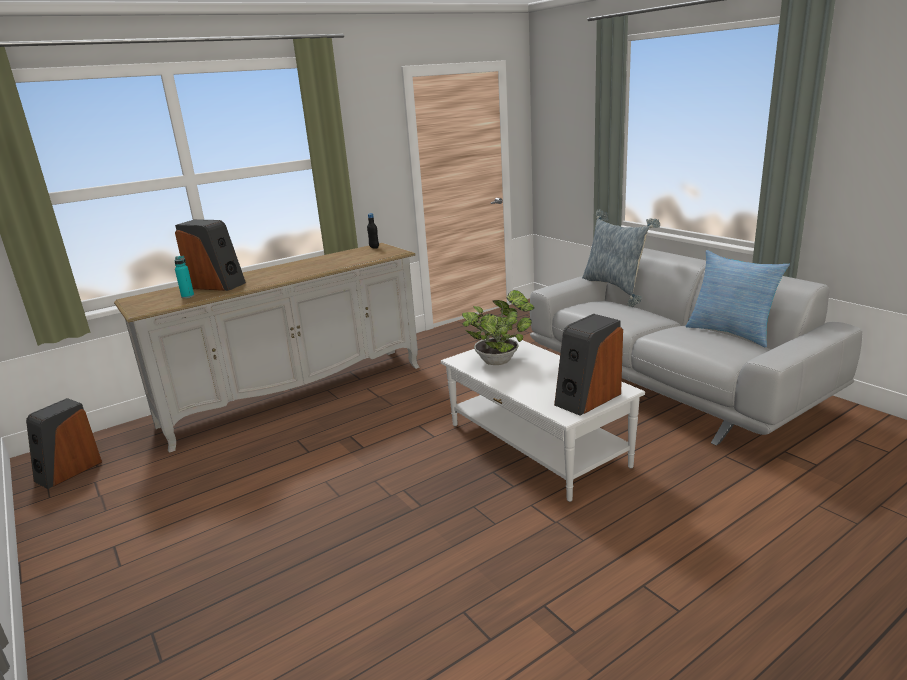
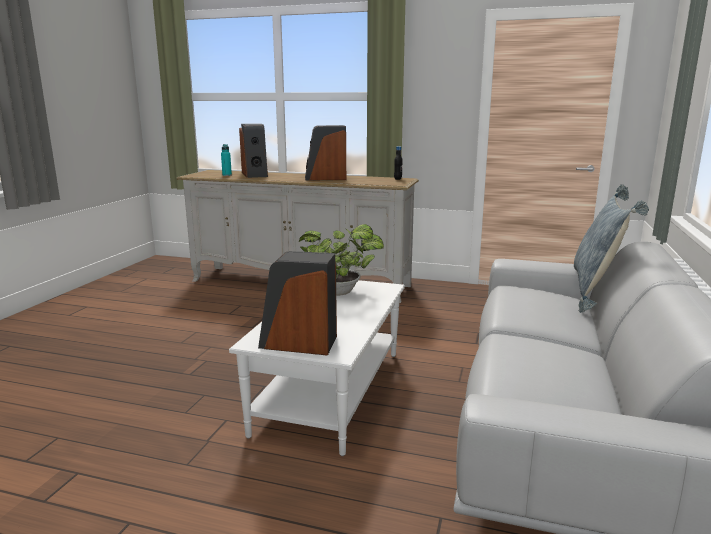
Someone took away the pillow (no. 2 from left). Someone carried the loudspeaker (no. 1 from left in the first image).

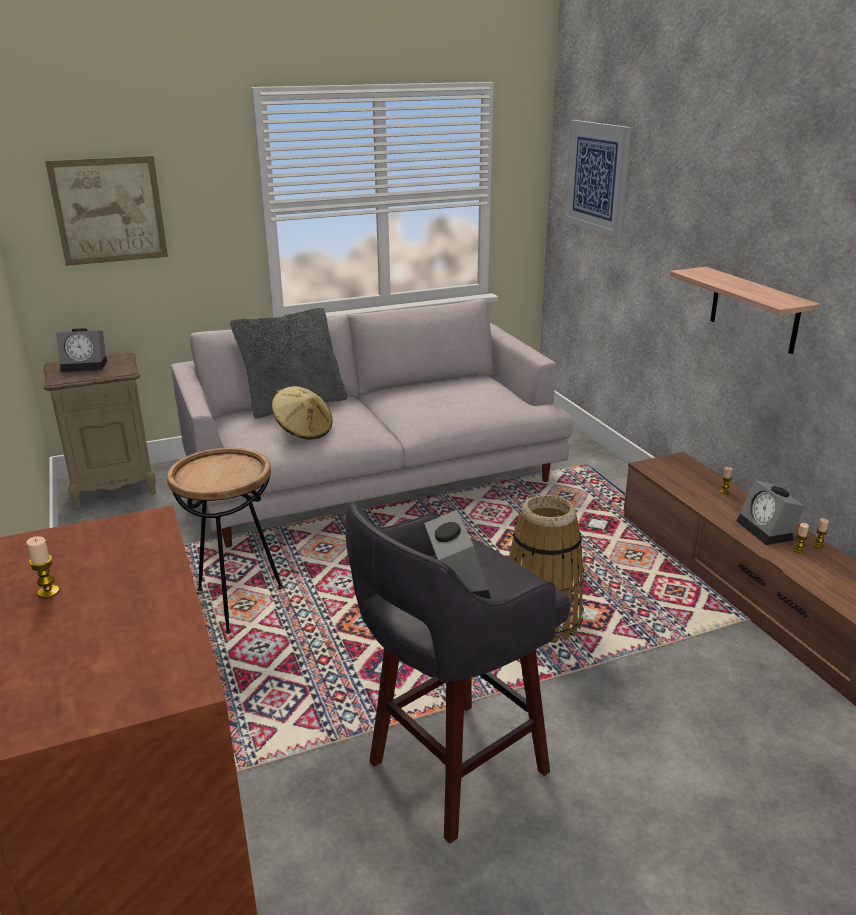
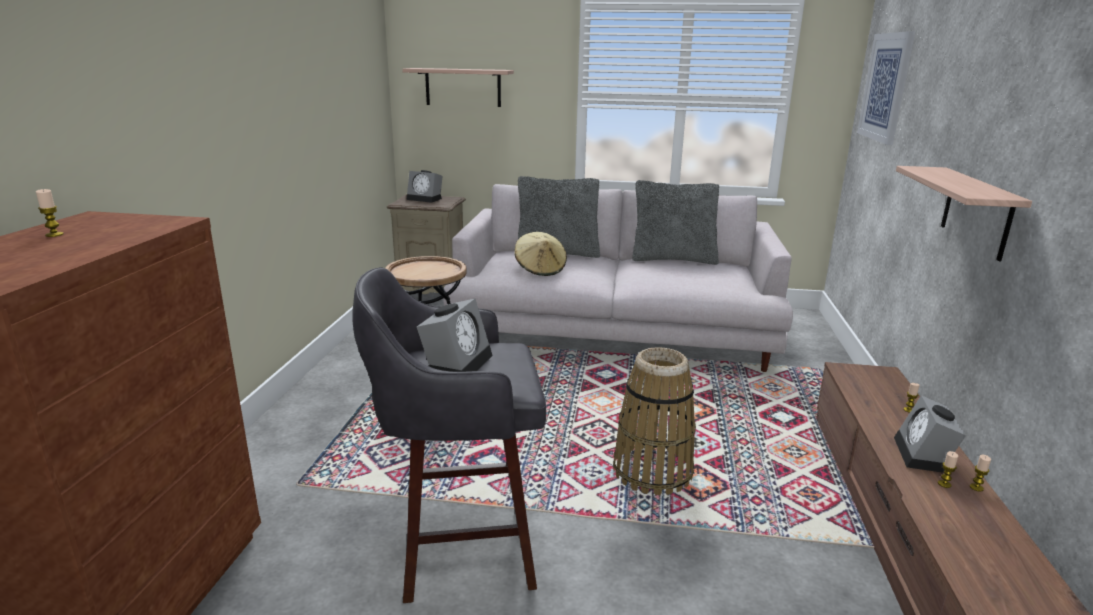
Someone swapped the wall art (no. 1 from left) for the shelf (no. 1 from left). Someone put down the gray pillow (no. 2 from left).

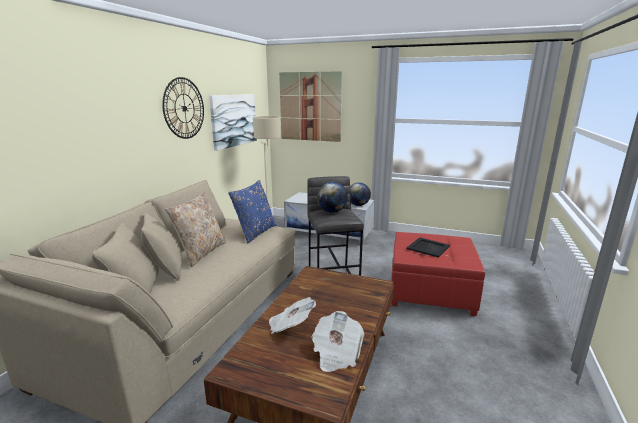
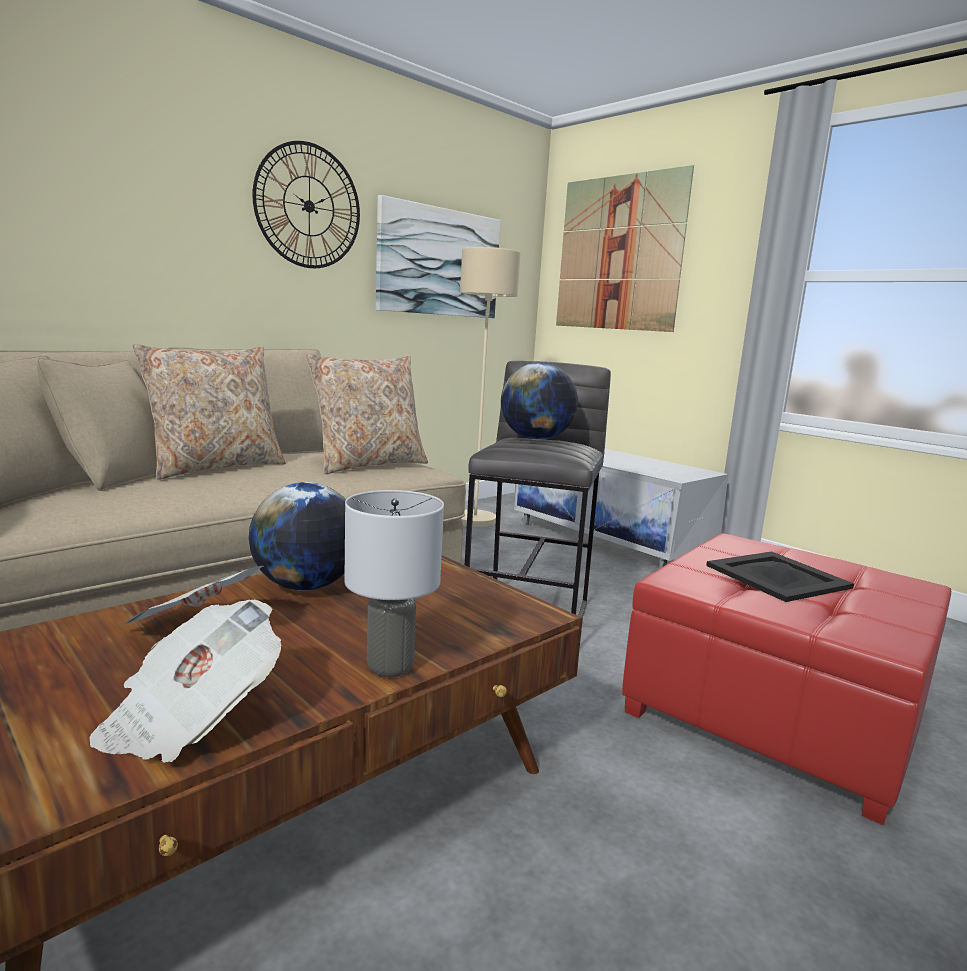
Someone repainted the blue pillow, which became the beige-coloured pillow (no. 2 from left). Someone carried the globe (no. 2 from left in the first image). Someone put down the white table lamp.

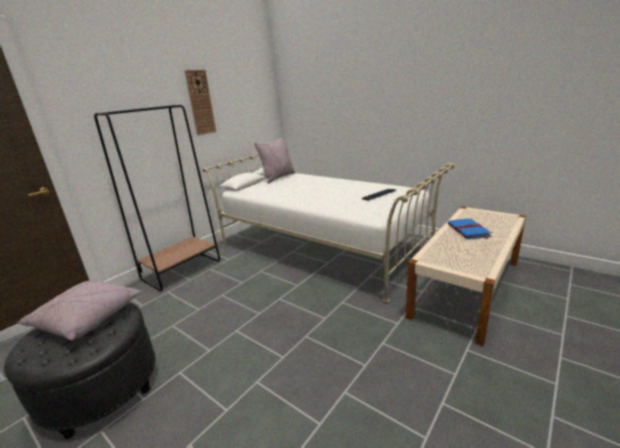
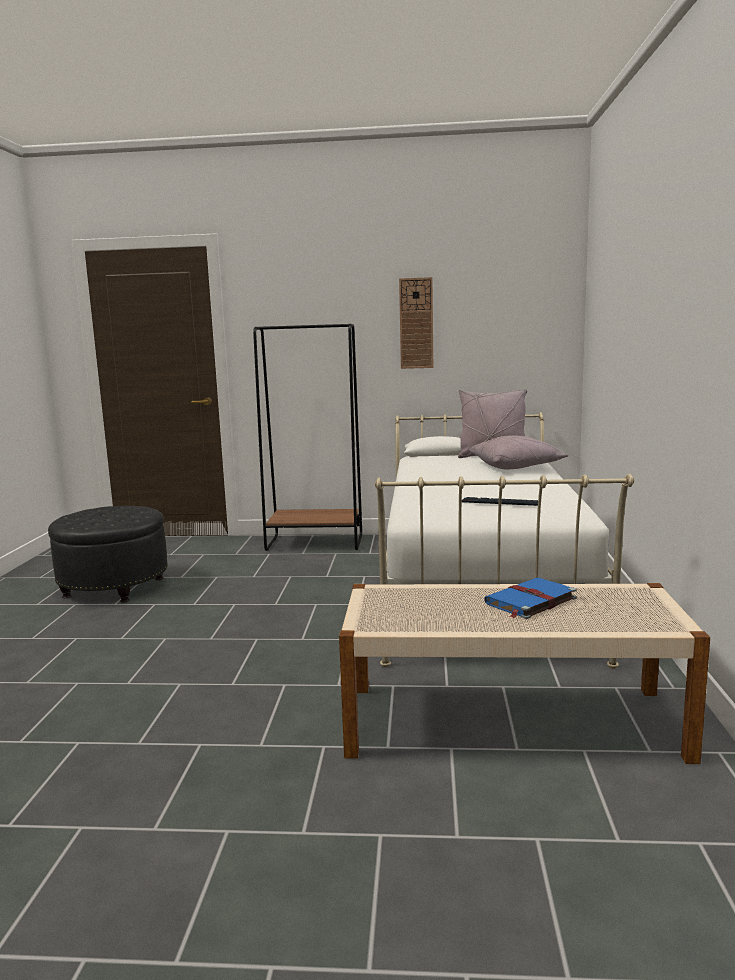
Someone carried the purplish pillow (no. 1 from left in the first image).

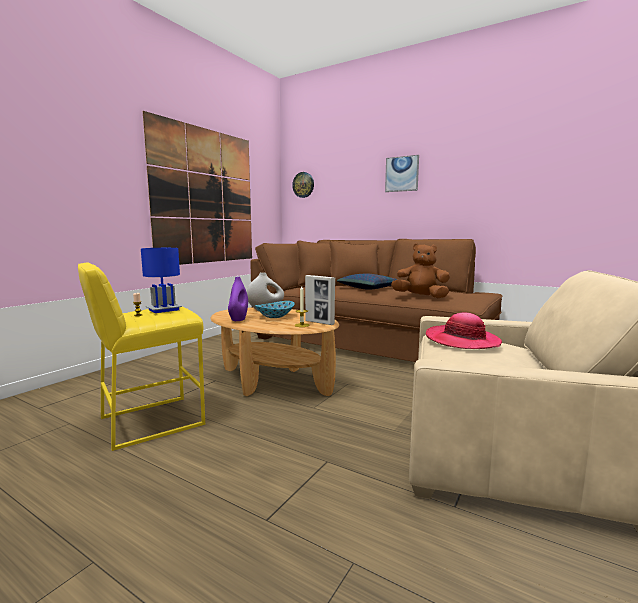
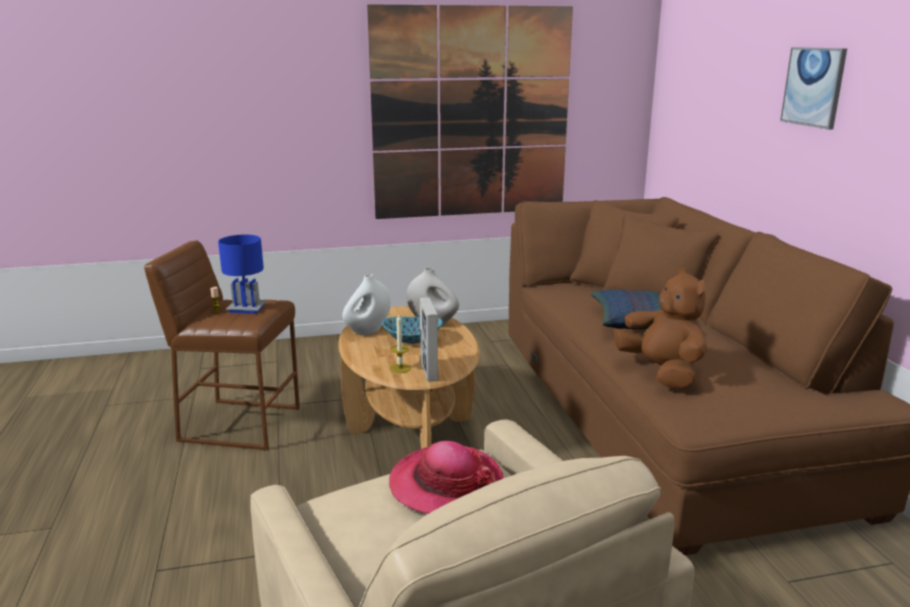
Someone took away the hanging clock. Someone repainted the yellow-coloured stool seat, which became the brown-coloured stool seat. Someone repainted the purplish decorative vase, which became the white decorative vase (no. 1 from left).

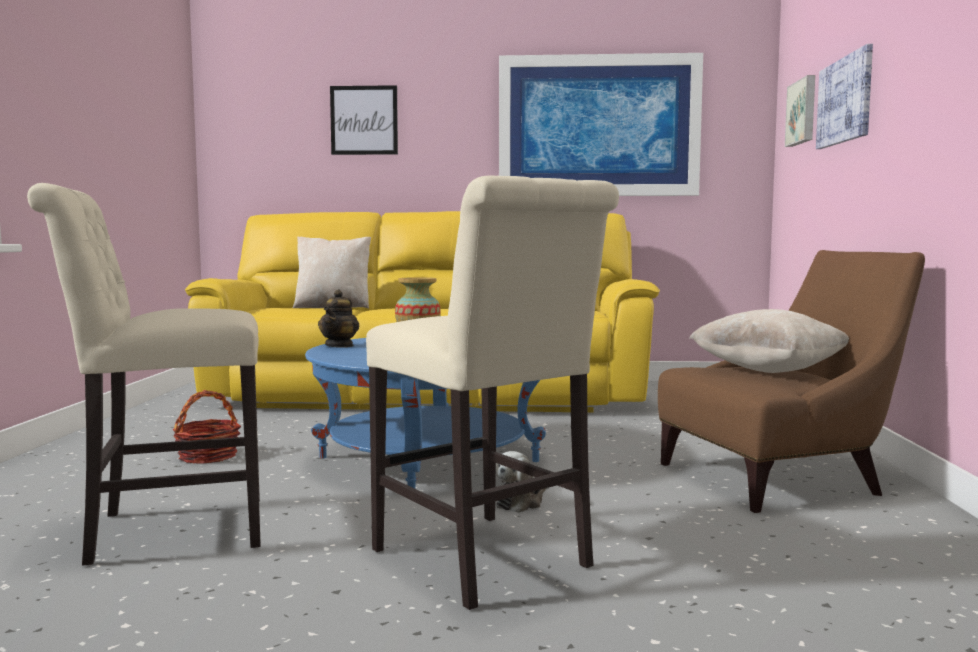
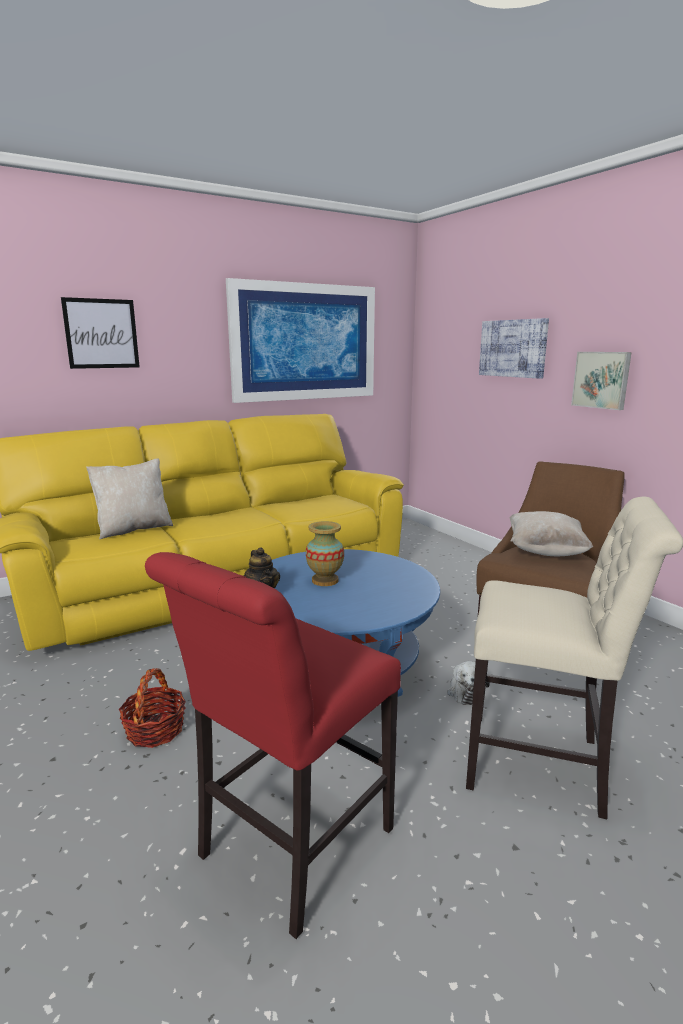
Someone carried the wall art (no. 3 from left in the first image). Someone repainted the beige-coloured stool seat (no. 1 from left), which became the red stool seat.

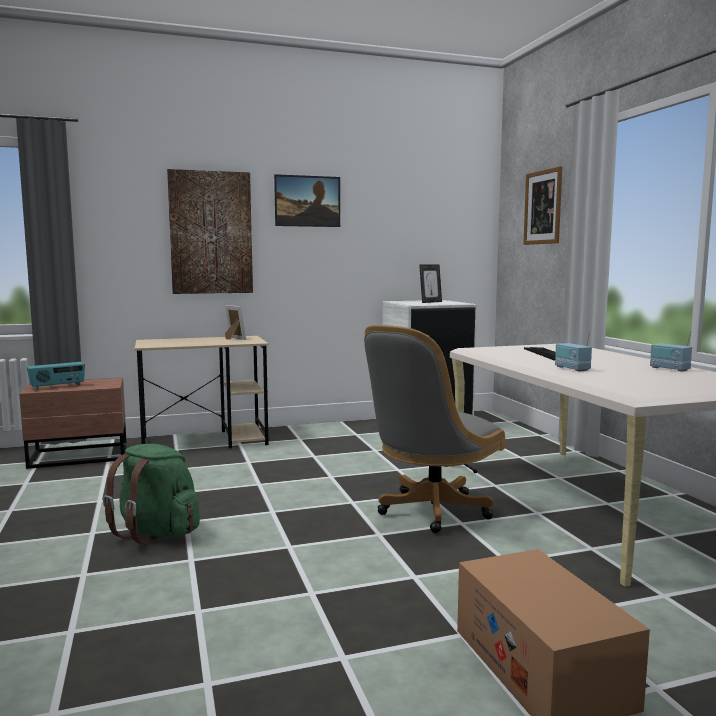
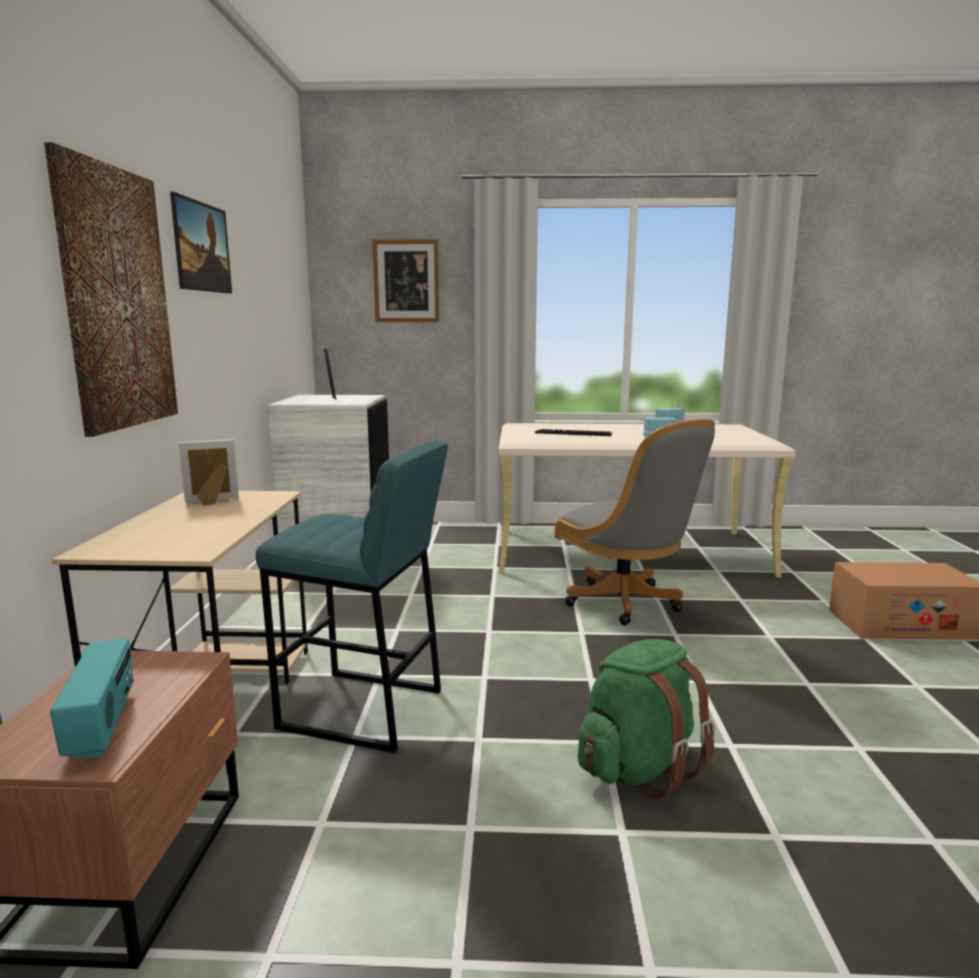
Someone put down the turquoise stool seat.

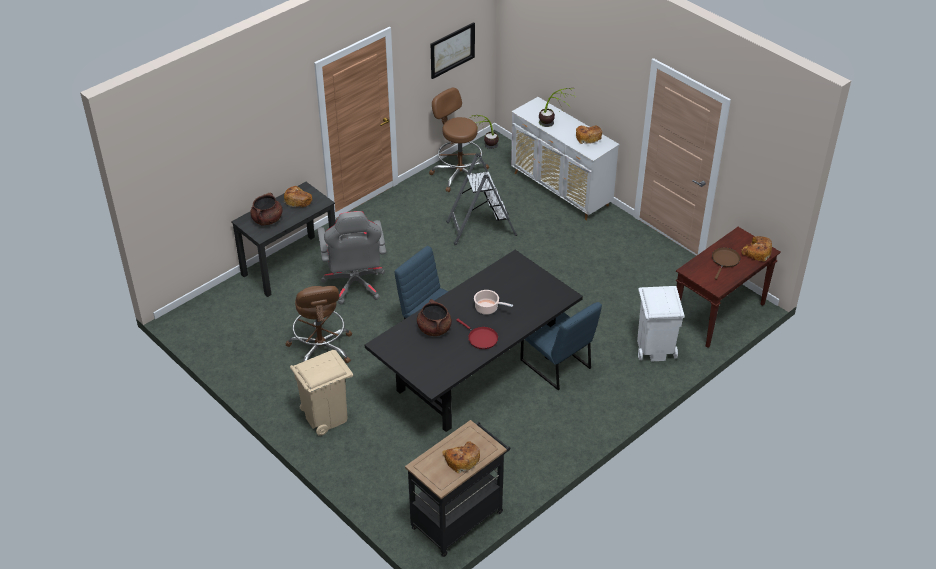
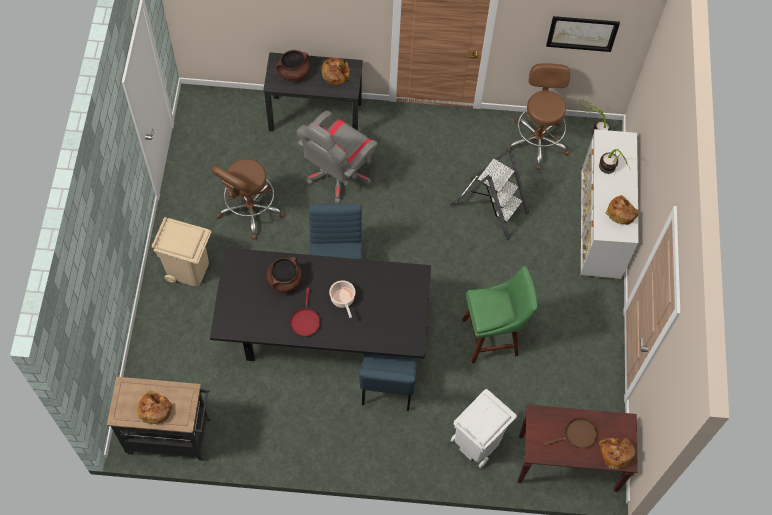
Someone put down the green stool seat.

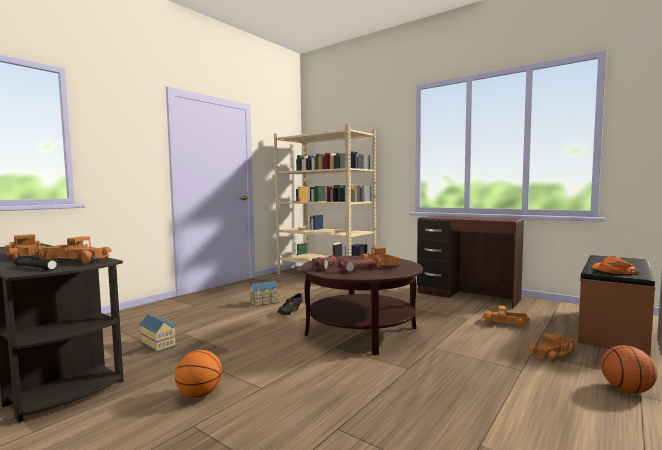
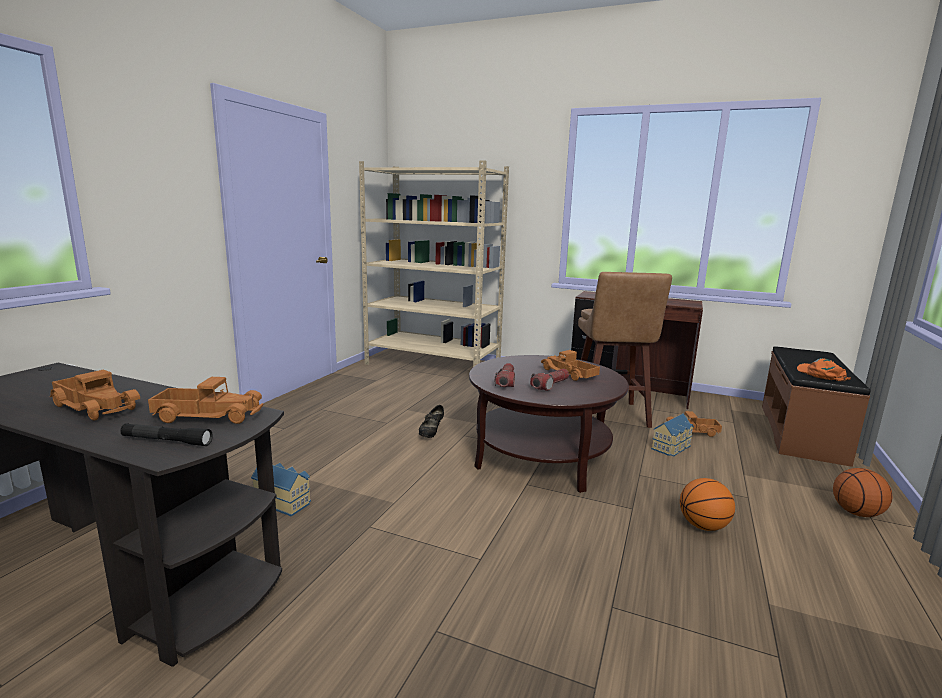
Someone carried the miniature house (no. 2 from left). Someone took away the toy lorry (no. 5 from left). Someone carried the basketball ball (no. 1 from left). Someone put down the brown-coloured stool seat.

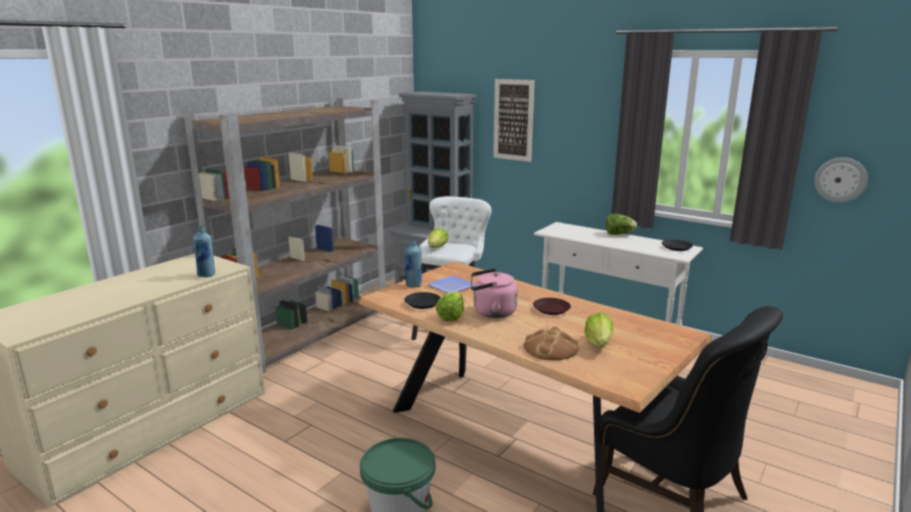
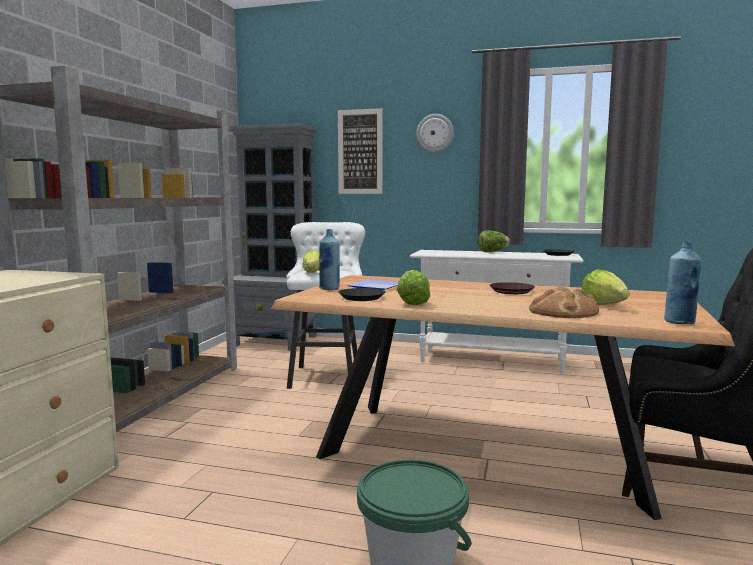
Someone carried the hanging clock. Someone carried the blue beverage bottle (no. 1 from left in the first image). Someone took away the pinkish kettle.

